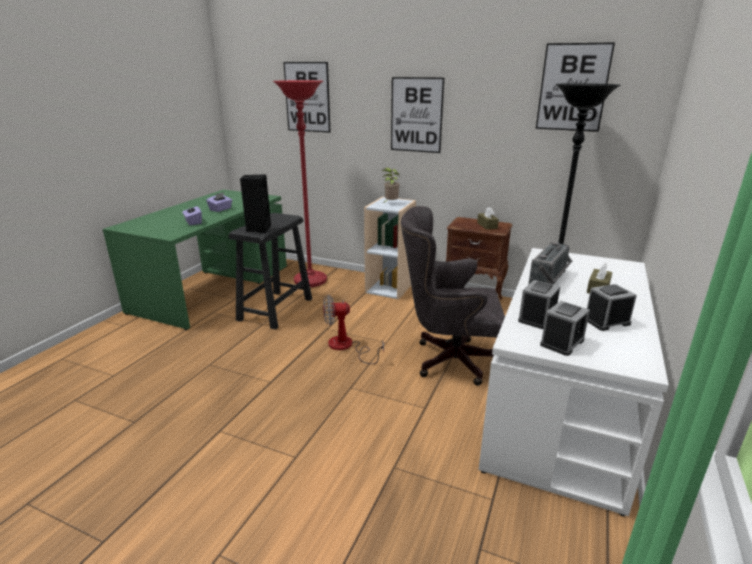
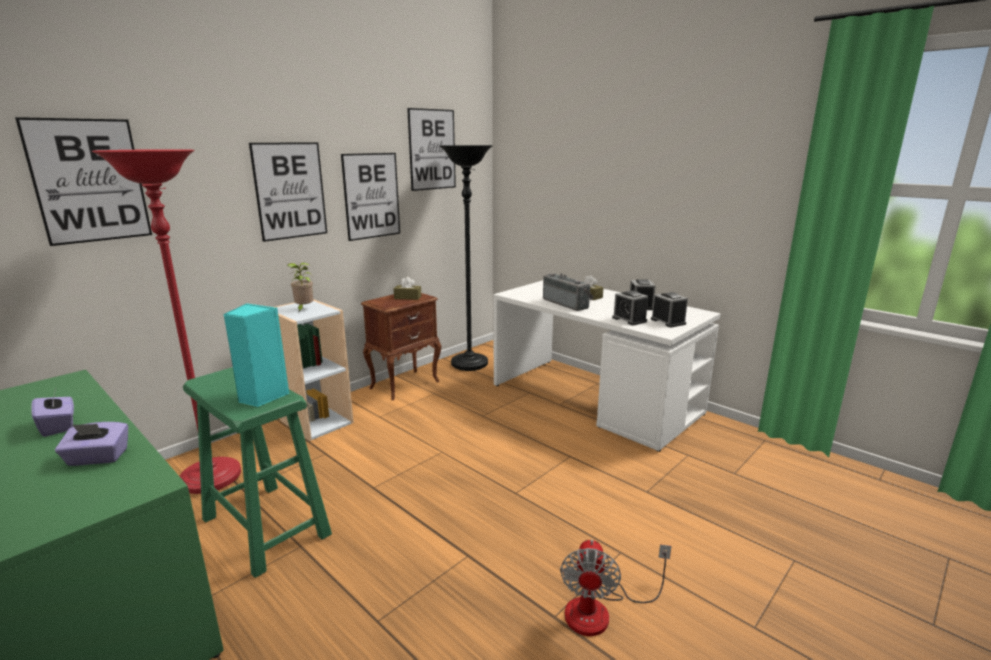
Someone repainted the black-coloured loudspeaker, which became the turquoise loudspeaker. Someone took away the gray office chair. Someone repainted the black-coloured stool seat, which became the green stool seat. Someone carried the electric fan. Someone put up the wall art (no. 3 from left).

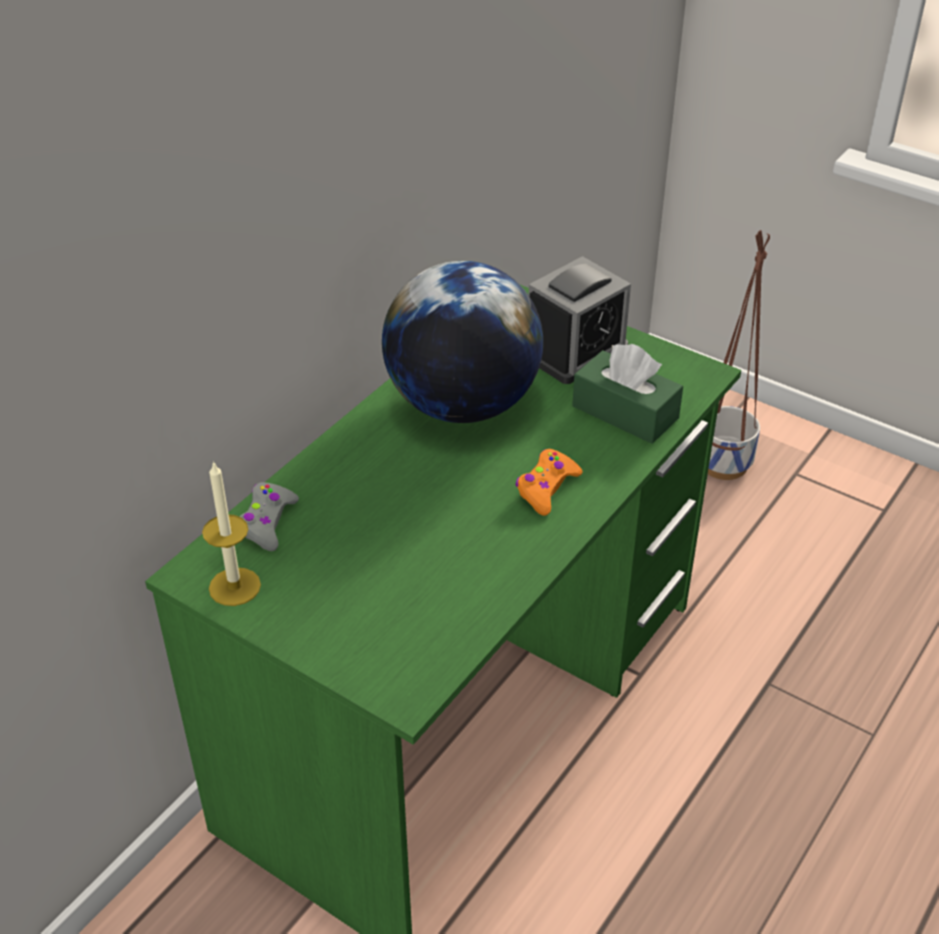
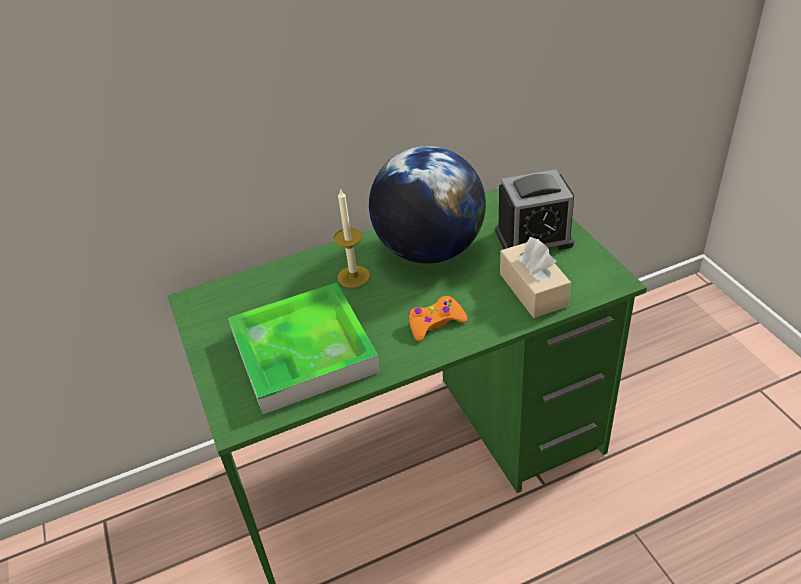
Someone took away the flower pot. Someone repainted the green tissue holder, which became the beige-coloured tissue holder. Someone carried the wax candle. Someone took away the gray joypad. Someone put down the carrying tray.

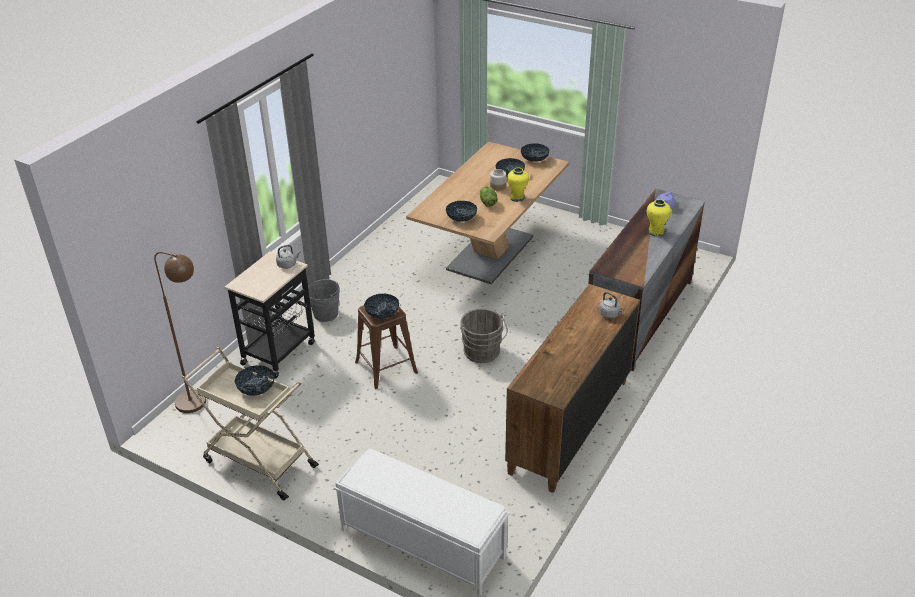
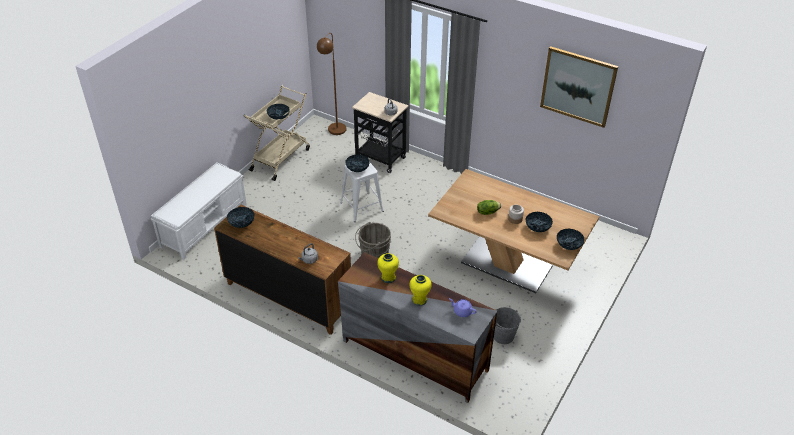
Someone carried the yellow-coloured decorative vase (no. 1 from left). Someone carried the deep dish (no. 3 from left in the first image). Someone carried the gray water bucket (no. 1 from left in the first image). Someone repainted the brown-coloured stool seat, which became the white stool seat. Someone put up the wall art.

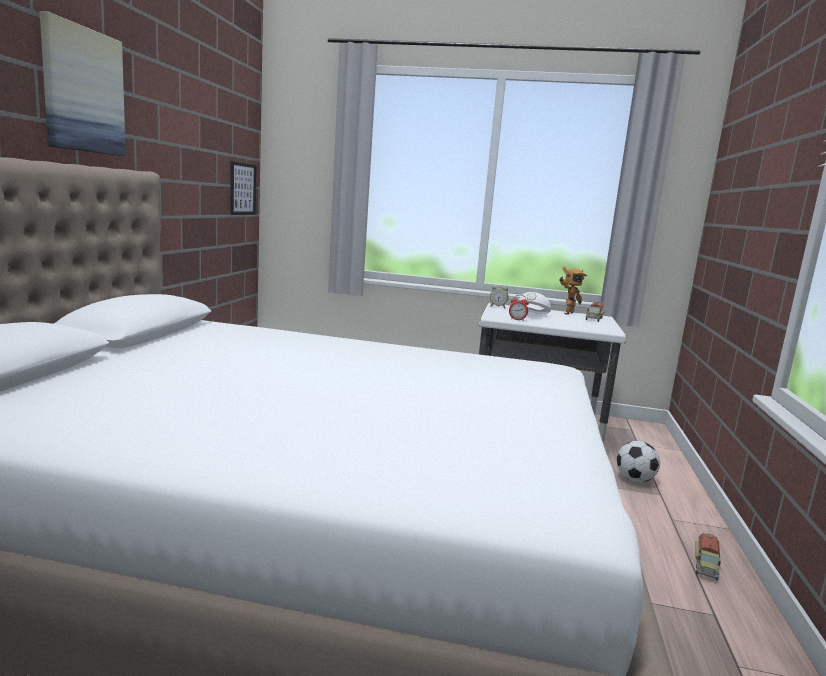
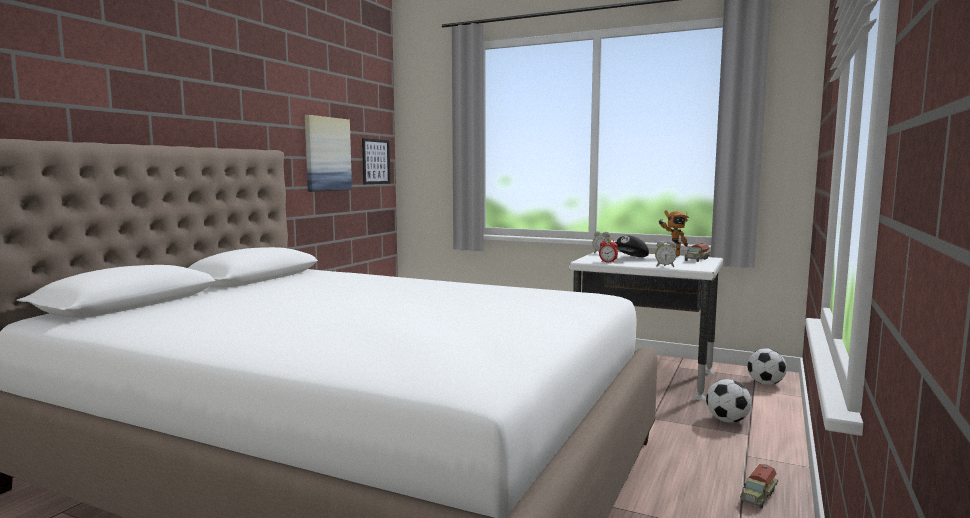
Someone carried the wall art (no. 1 from left). Someone repainted the white cap, which became the black-coloured cap. Someone put down the table clock (no. 3 from left). Someone put down the football (no. 2 from left).

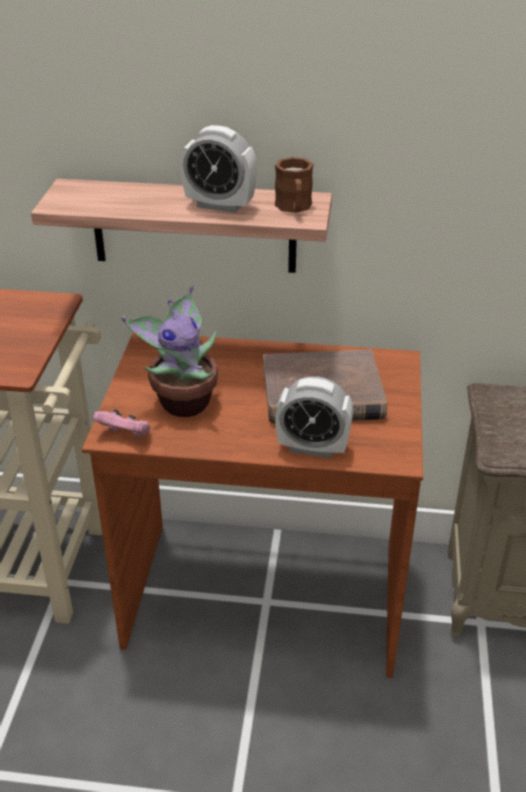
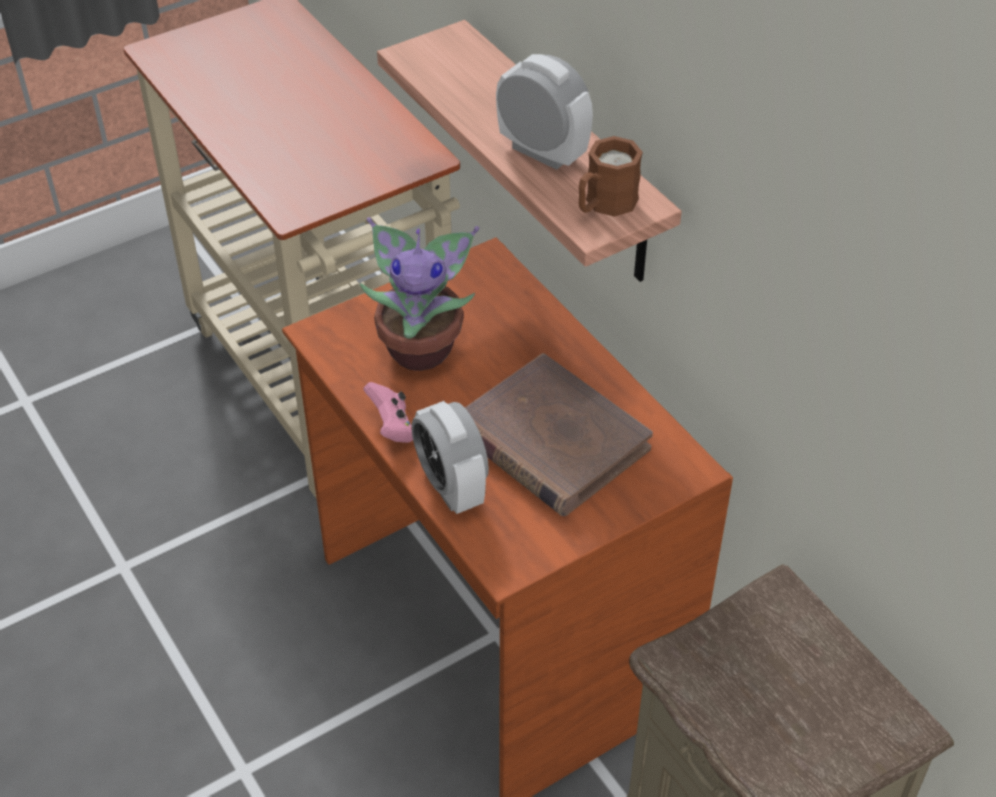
Someone rotated the table clock (no. 1 from left in the first image) by 150 degrees clockwise. Someone carried the pinkish joypad.

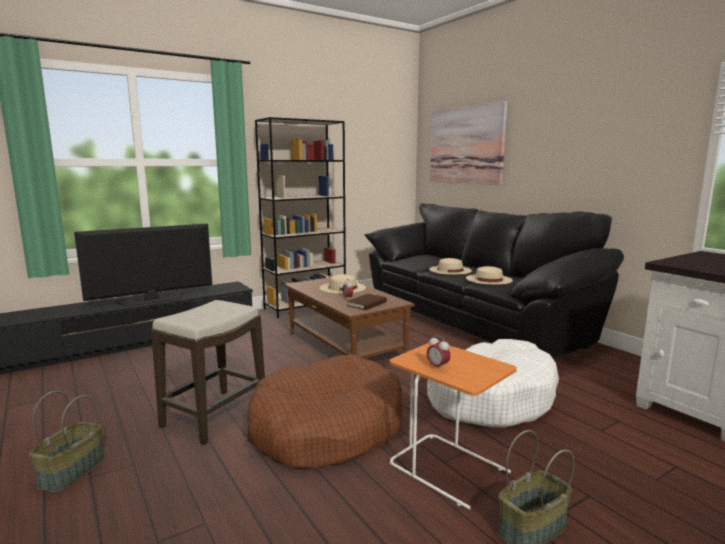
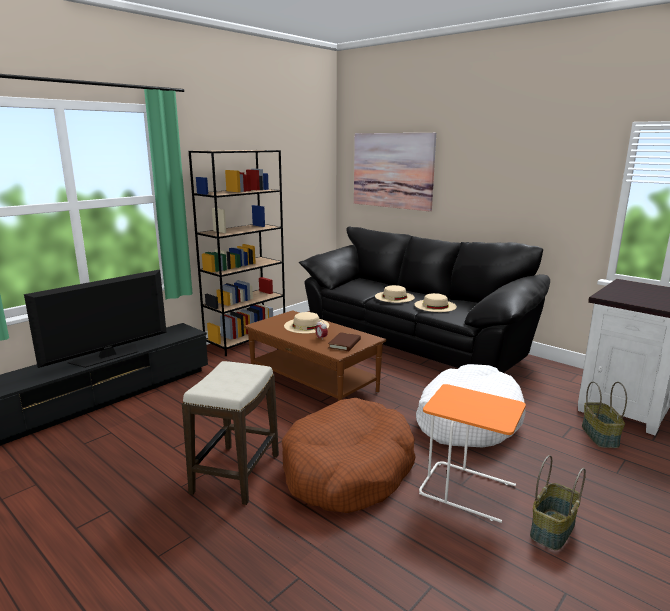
Someone took away the table clock (no. 2 from left). Someone carried the basket (no. 1 from left in the first image).

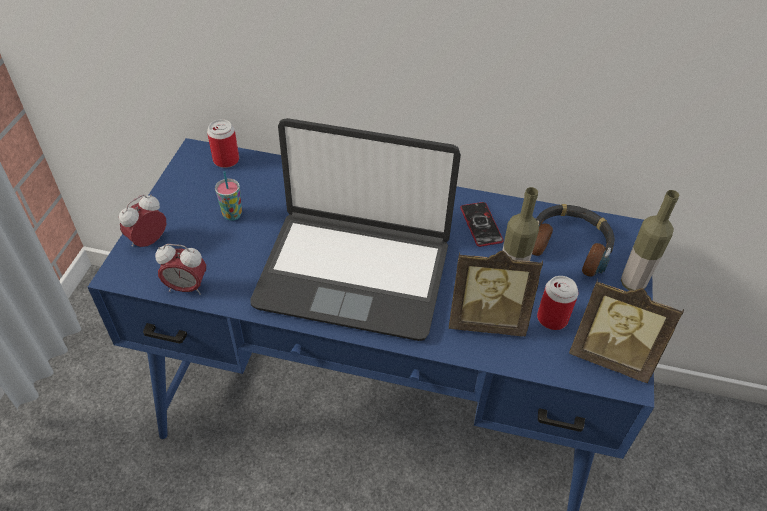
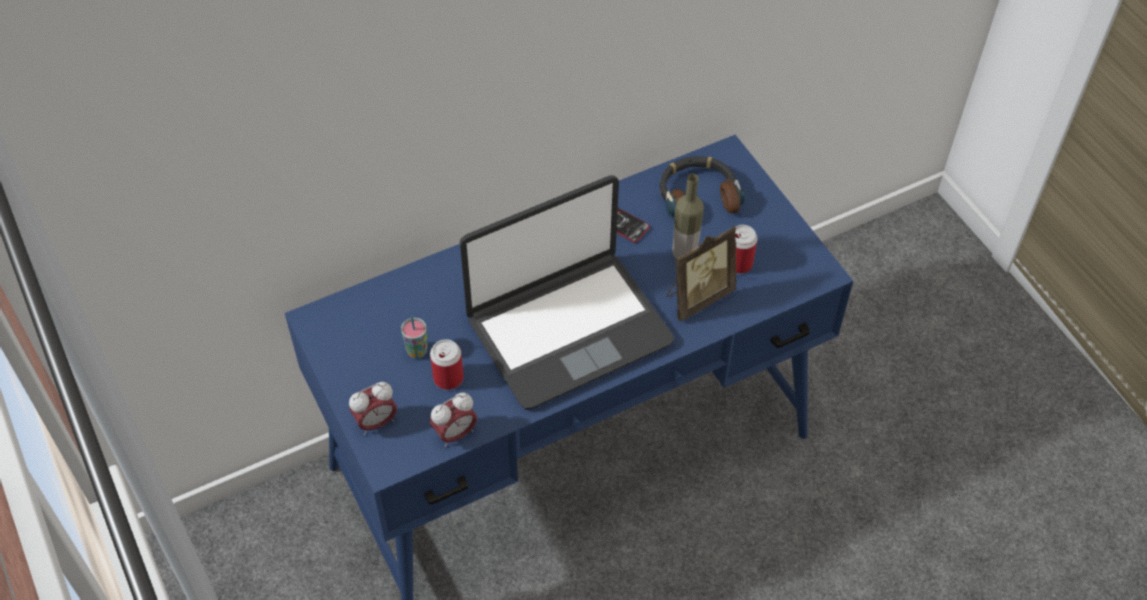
Someone carried the sealed can (no. 1 from left). Someone took away the beverage bottle (no. 2 from left). Someone rotated the table clock (no. 1 from left) by 120 degrees counterclockwise. Someone took away the standing frame (no. 2 from left).

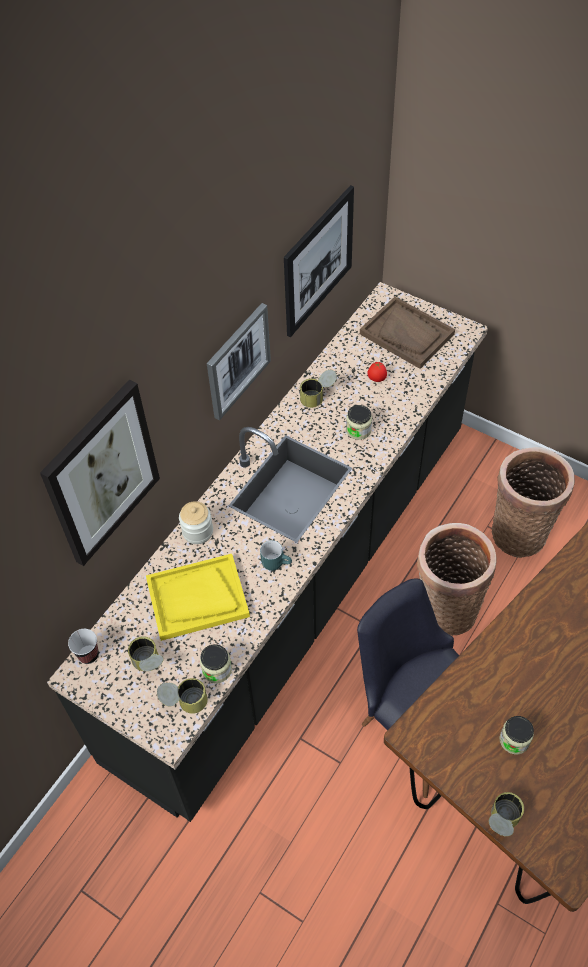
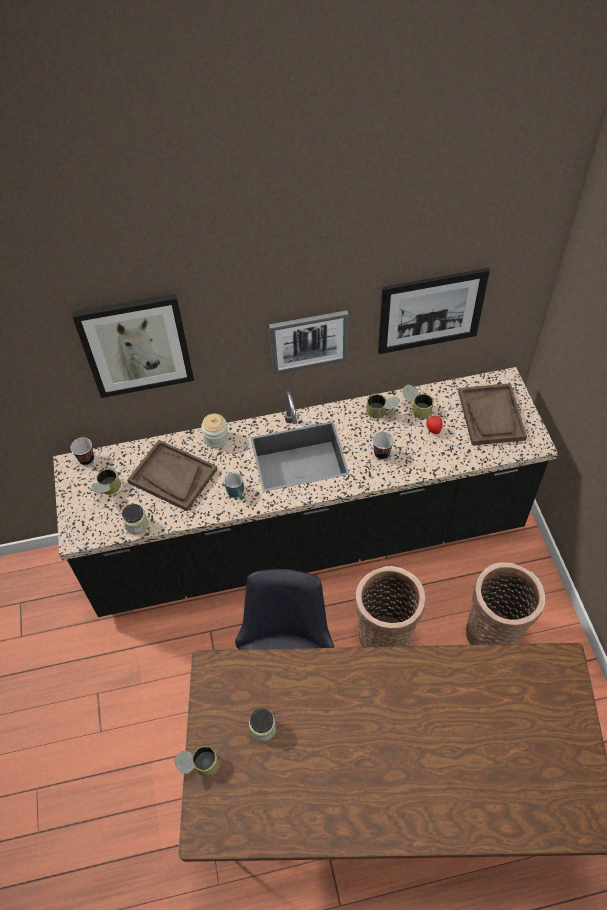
Someone swapped the preserve jar (no. 3 from left) for the small cup (no. 2 from left). Someone repainted the yellow-coloured carrying tray, which became the brown-coloured carrying tray (no. 1 from left). Someone carried the sealed can (no. 2 from left in the first image).

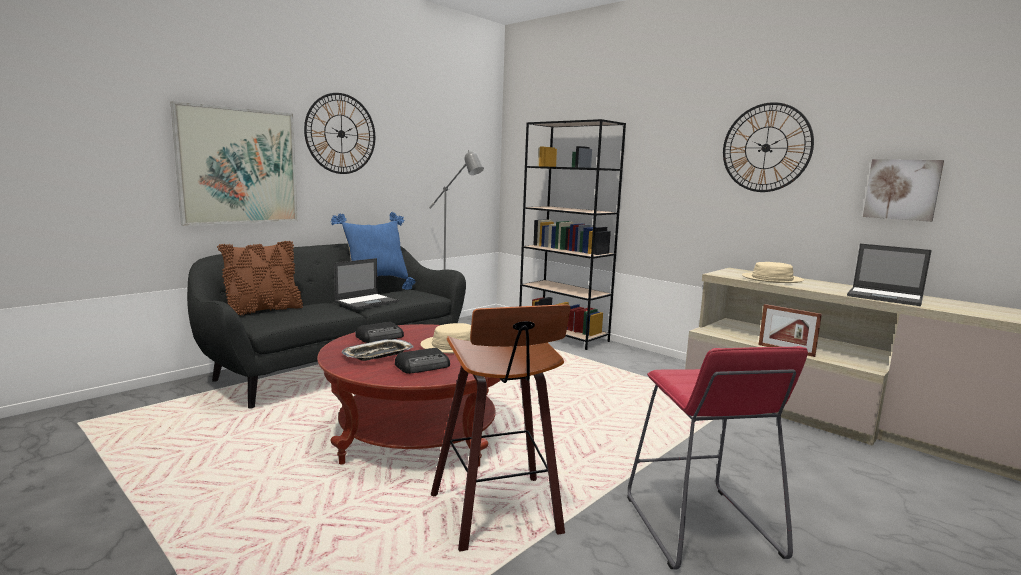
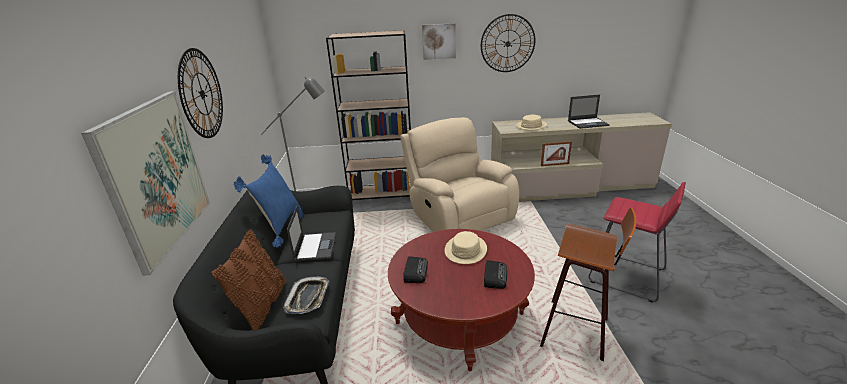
Someone carried the wall art (no. 2 from left). Someone carried the carrying tray. Someone put down the beige-coloured armchair.

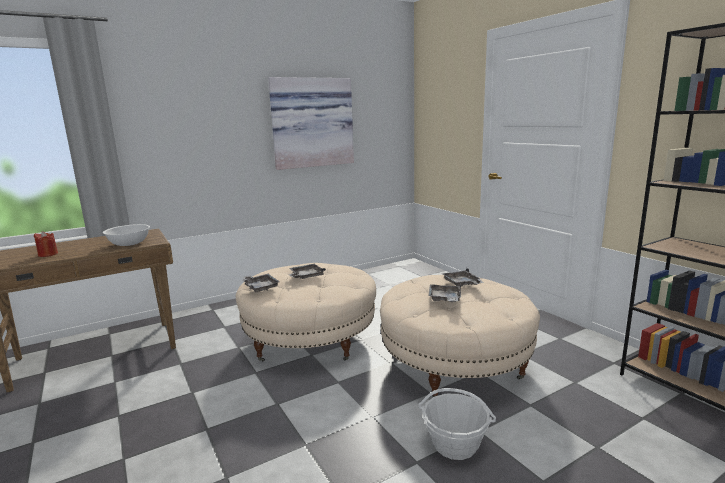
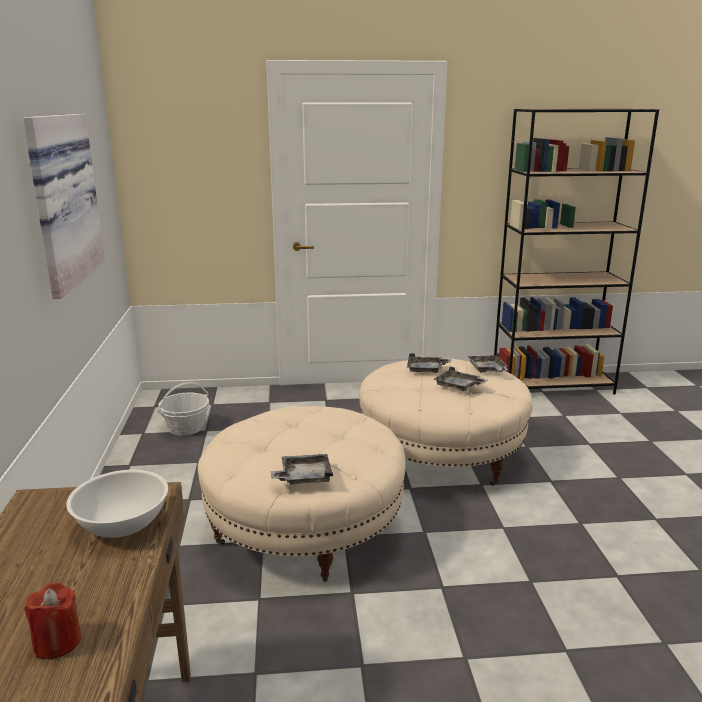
Someone carried the gray carrying tray (no. 2 from left in the first image). Someone carried the basket.

